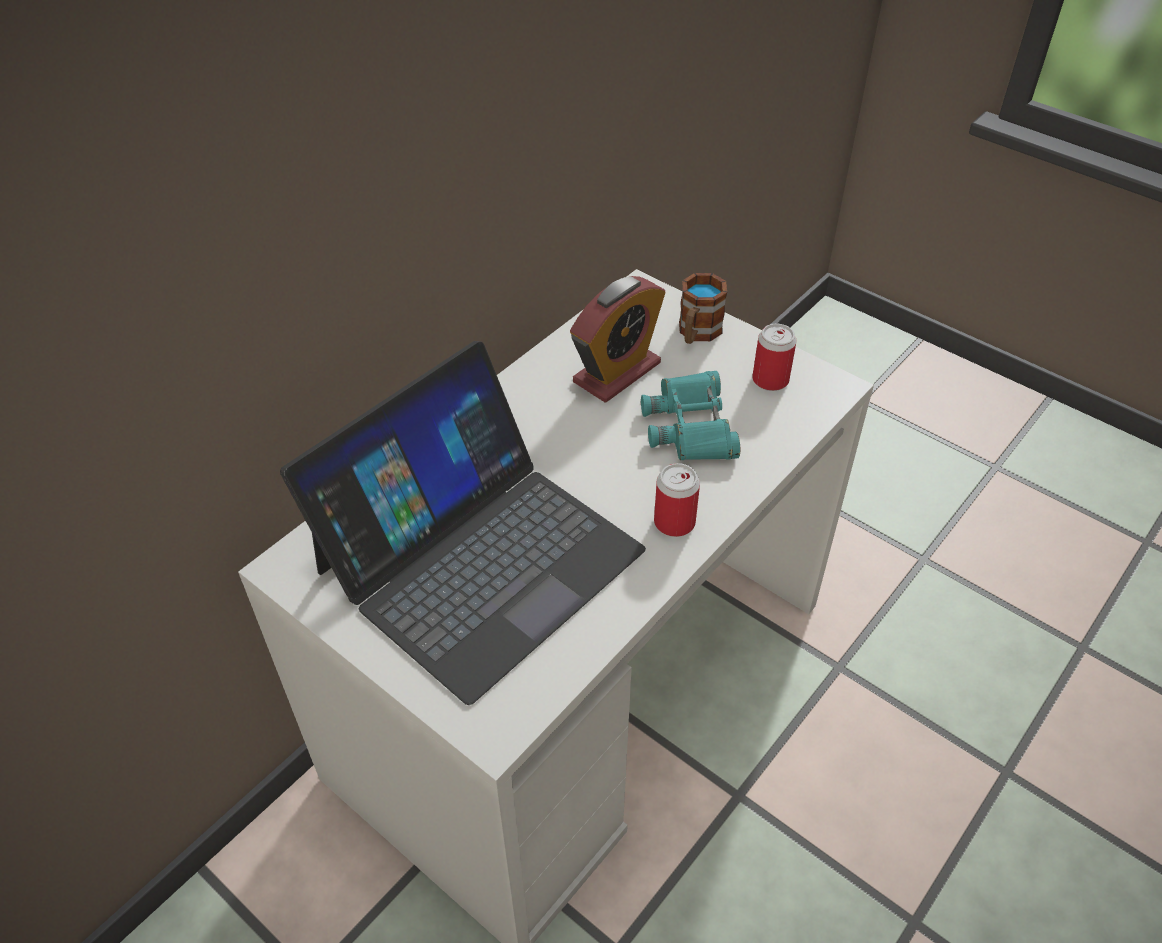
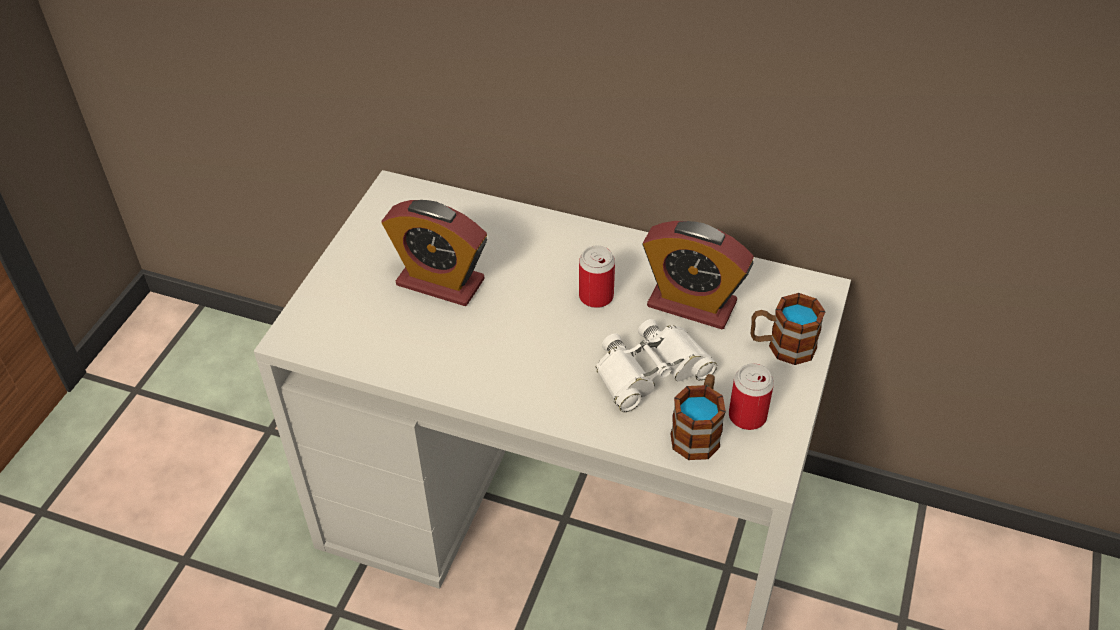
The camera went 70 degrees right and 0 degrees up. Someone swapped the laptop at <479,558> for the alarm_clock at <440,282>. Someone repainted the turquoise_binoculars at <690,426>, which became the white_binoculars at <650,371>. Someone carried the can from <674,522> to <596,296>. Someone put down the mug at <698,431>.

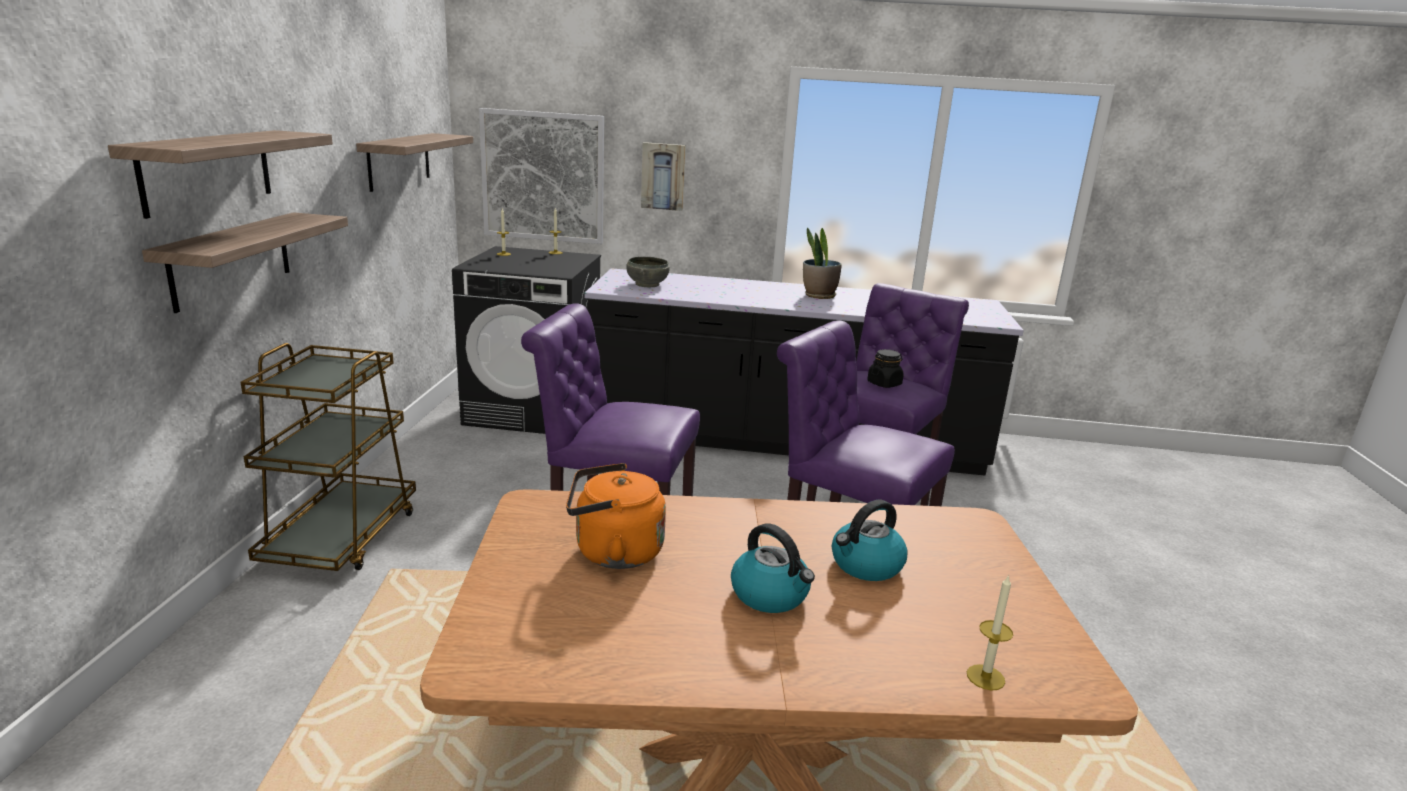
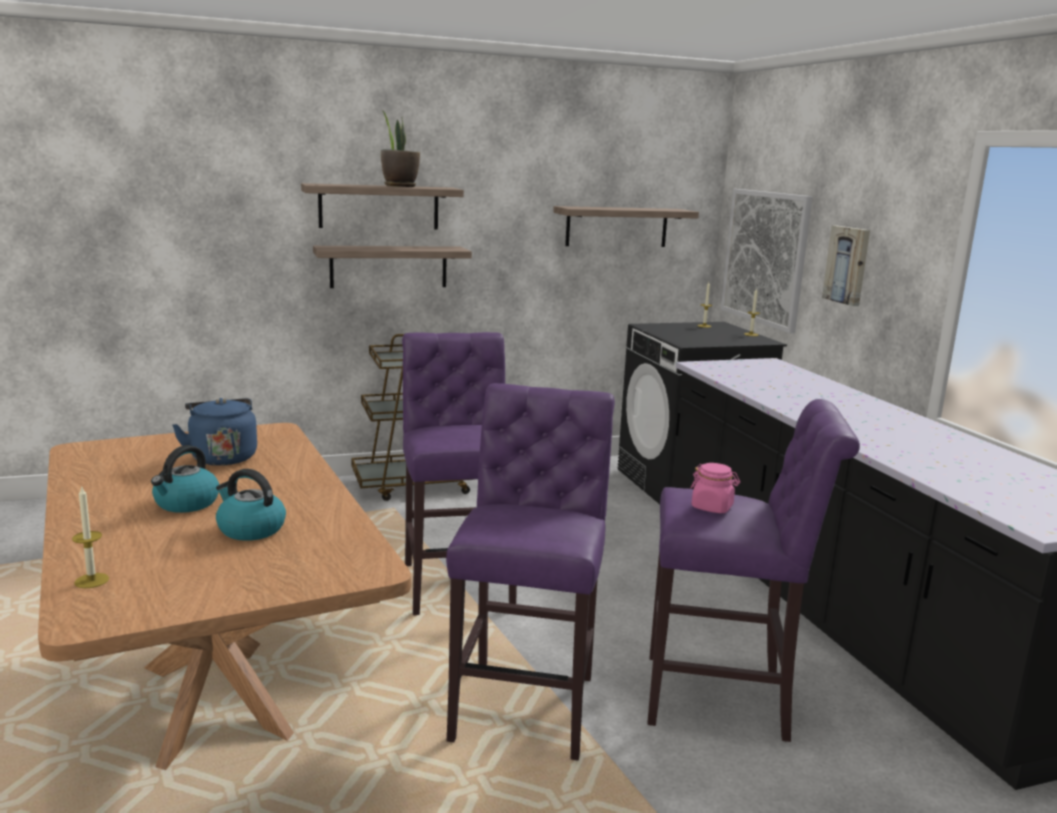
The camera went 65 degrees right and 5 degrees down. Someone carried the potted_plant from <819,296> to <399,186>. Someone took away the grey_bowl at <646,284>. Someone repainted the black_jar at <884,383>, which became the pink_jar at <712,507>. Someone repainted the orange_kettle at <613,552>, which became the blue_kettle at <222,457>.

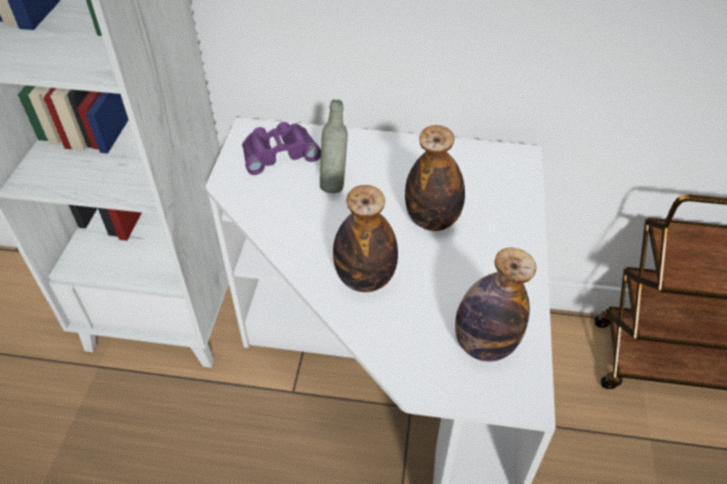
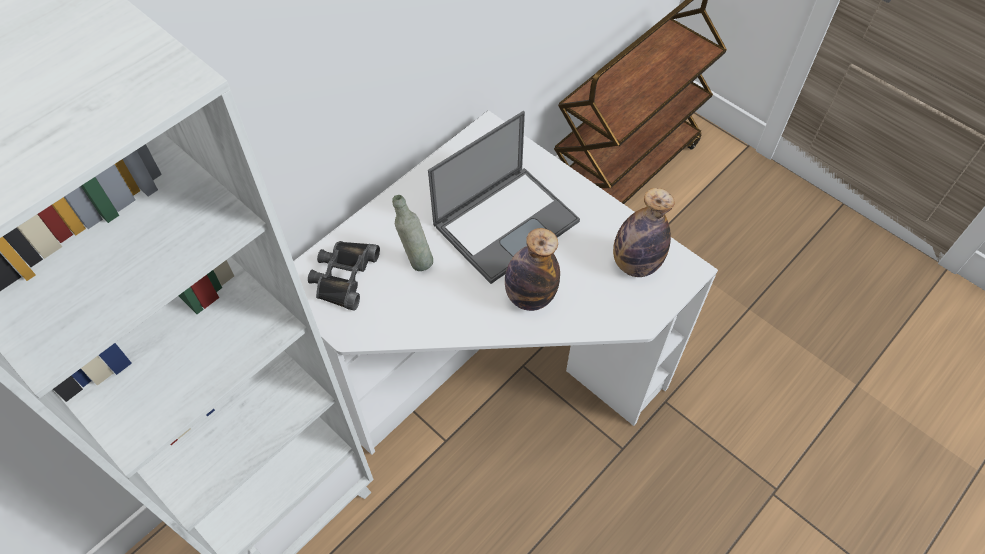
The camera went 55 degrees left and 10 degrees up. Someone repainted the purple_binoculars at <279,152>, which became the black_binoculars at <343,276>. Someone swapped the bottle at <432,220> for the laptop at <507,222>.

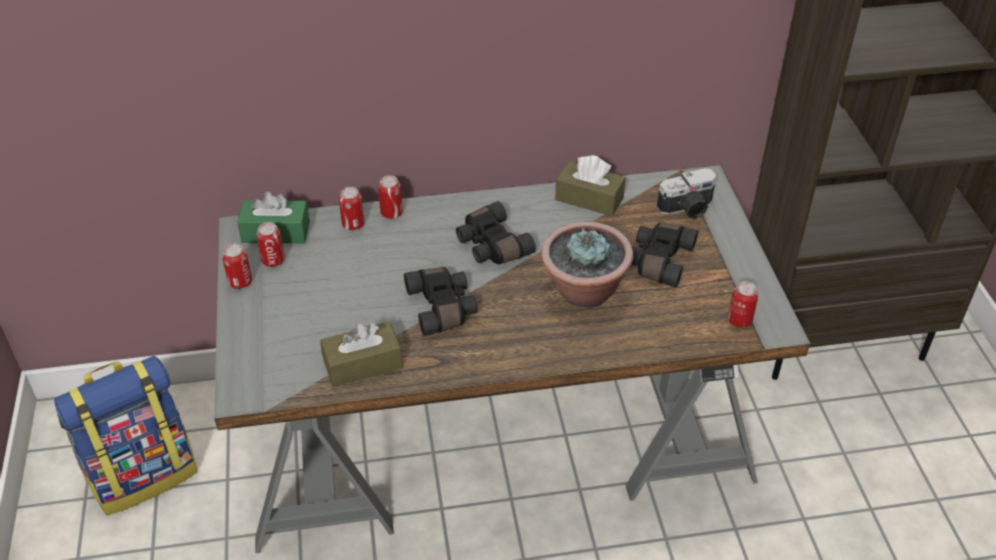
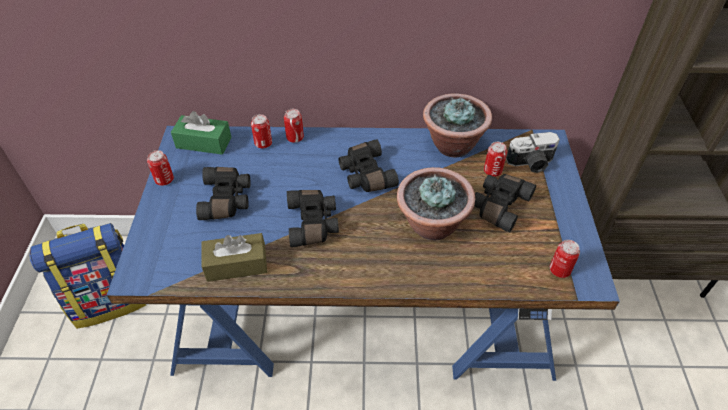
The camera went 10 degrees right and 5 degrees up. Someone swapped the brown_tissue_box at <589,199> for the potted_plant at <452,145>. Someone repainted the grey_desk at <497,438>, which became the blue_desk at <364,311>. Someone carried the can from <273,260> to <492,171>. Someone put down the black_binoculars at <227,199>.

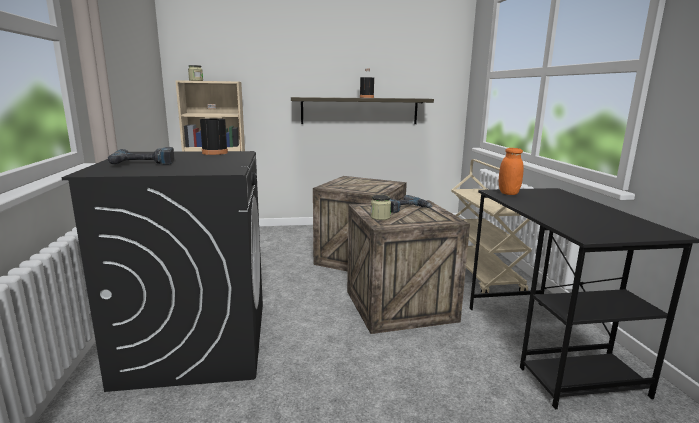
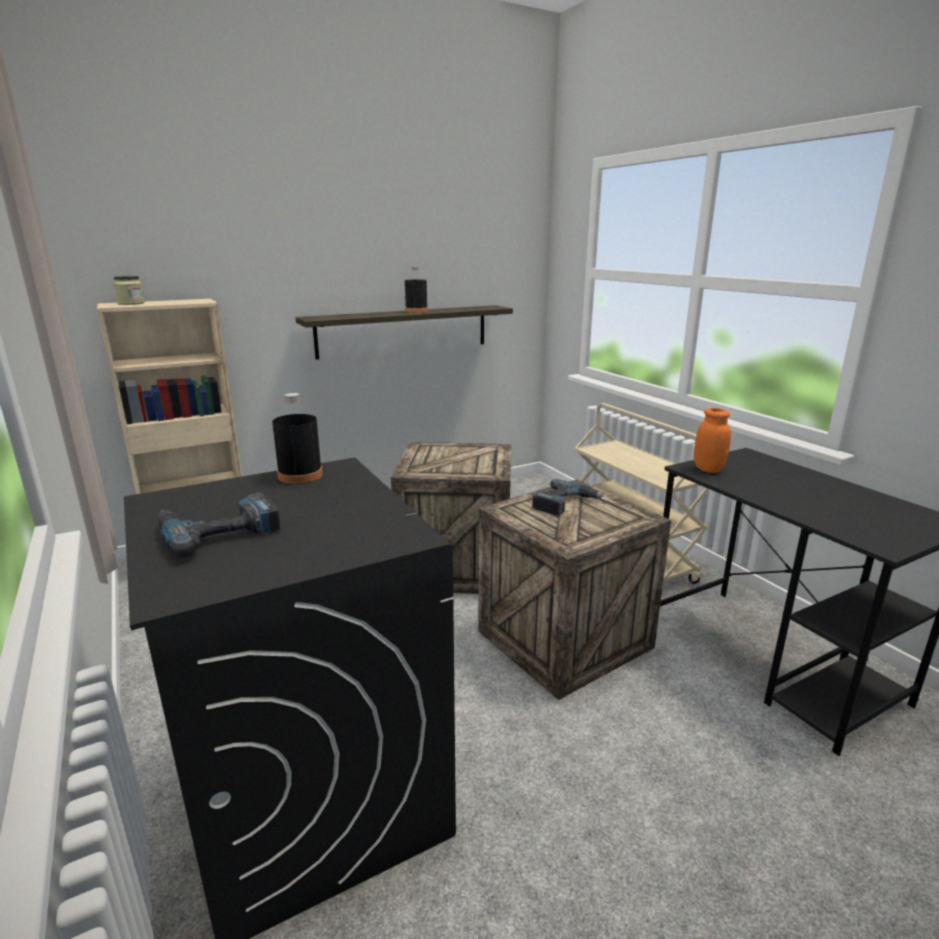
The camera went 20 degrees left and 5 degrees up. Someone took away the jar at <380,217>.

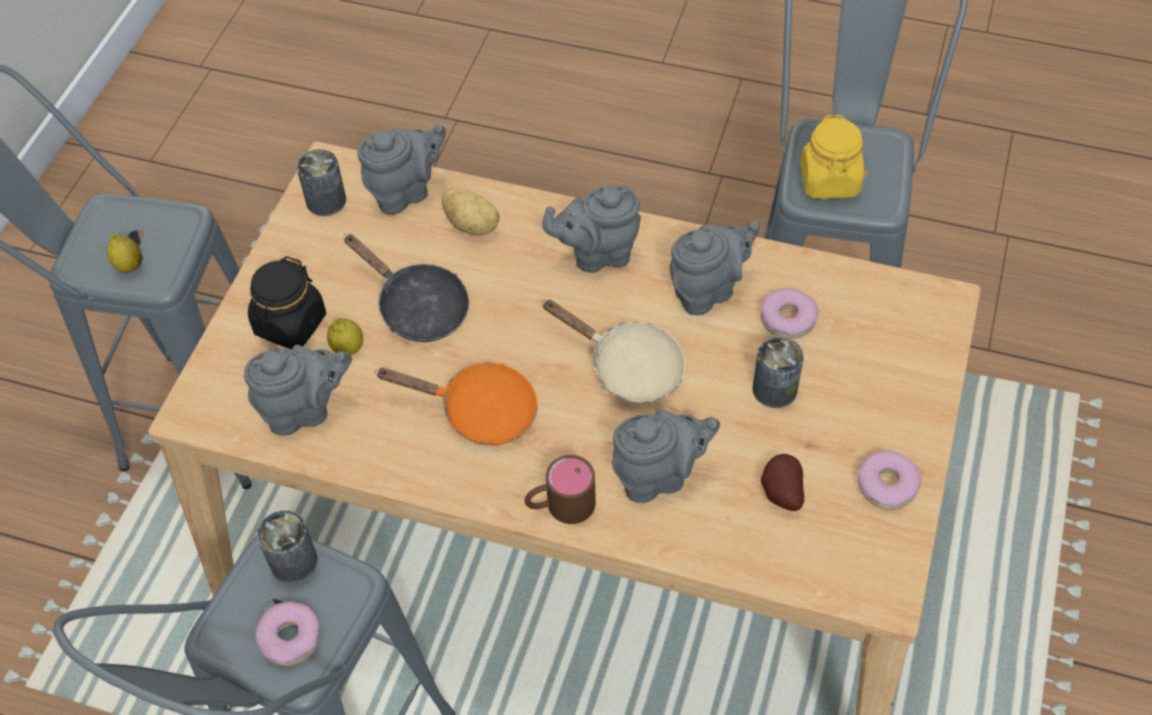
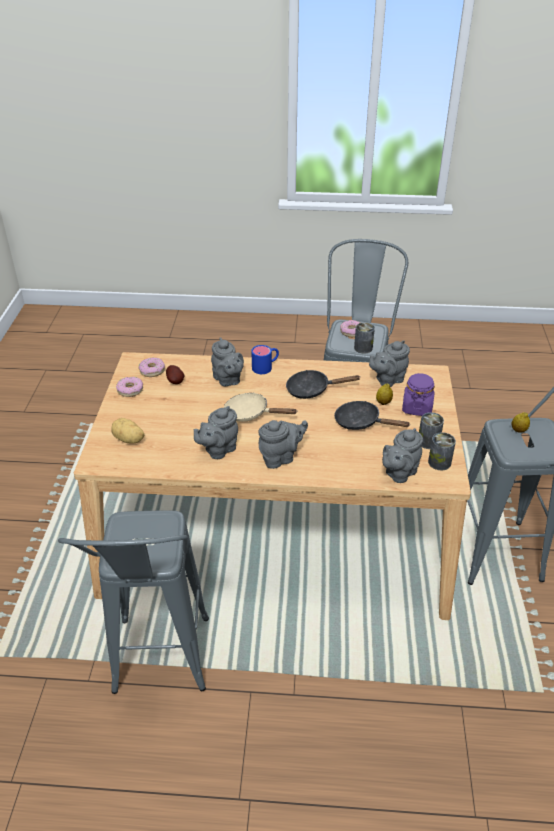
The camera went 165 degrees right and 15 degrees down. Someone took away the yellow_jar at <829,181>. Someone carried the potato from <472,224> to <128,440>. Someone repainted the black_jar at <290,324>, which became the purple_jar at <417,407>. Someone carried the donut from <788,319> to <152,371>. Someone carried the can from <774,389> to <428,441>. Someone repainted the orange_frying_pan at <479,411>, which became the black_frying_pan at <312,390>. Someone rotated the grey_teapot at <658,476> by 90 degrees counterclockwise. Someone repainted the brown_mug at <560,506>, which became the blue_mug at <266,367>.

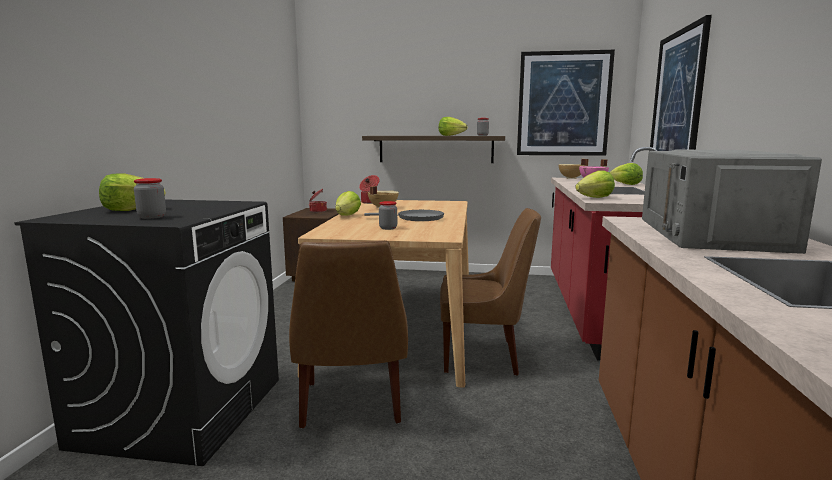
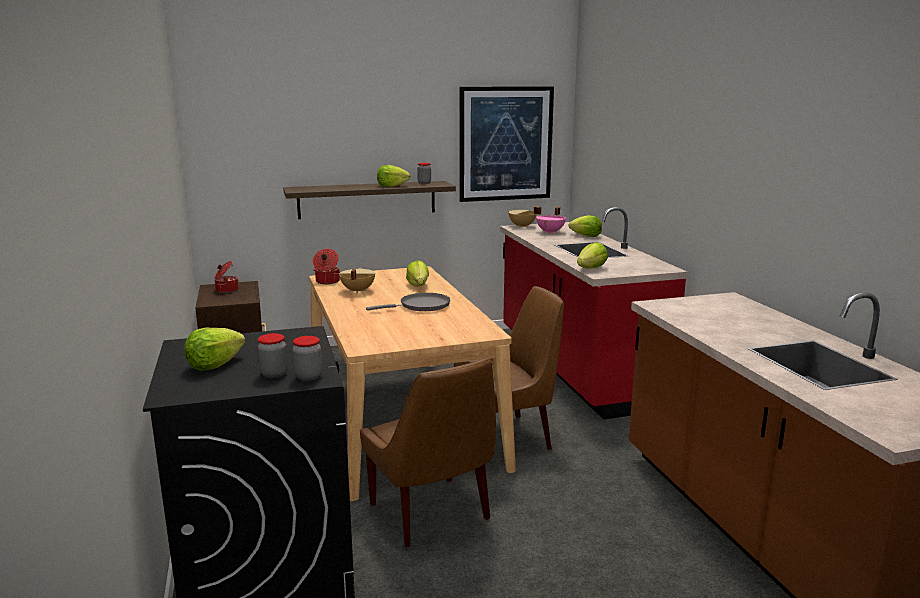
The camera went 25 degrees left and 5 degrees up. Someone took away the picture at <677,102>. Someone took away the grey_microwave at <711,233>. Someone carried the lettuce from <347,215> to <418,286>. Someone carried the jar from <388,228> to <308,377>.

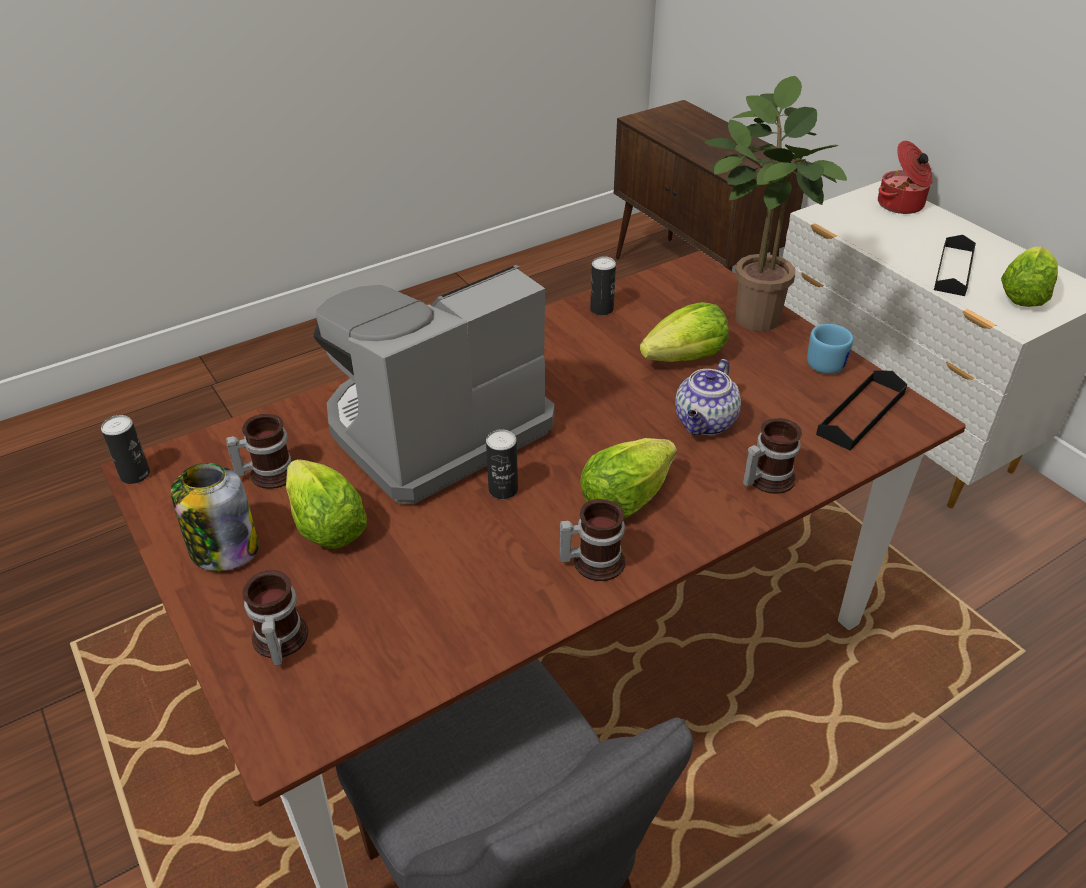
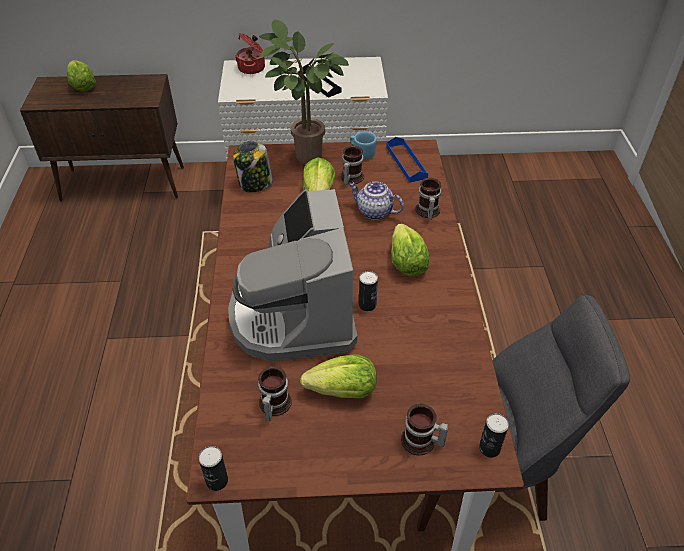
The camera went 60 degrees left and 5 degrees up. Someone carried the lettuce from <1023,296> to <82,86>. Someone carried the can from <601,309> to <489,448>. Someone rotated the teapot at <705,423> by 150 degrees clockwise. Someone repainted the black_tray at <861,413>, which became the blue_tray at <406,162>. Someone carried the jar from <223,549> to <255,184>. Someone carried the mug from <593,561> to <350,178>.

